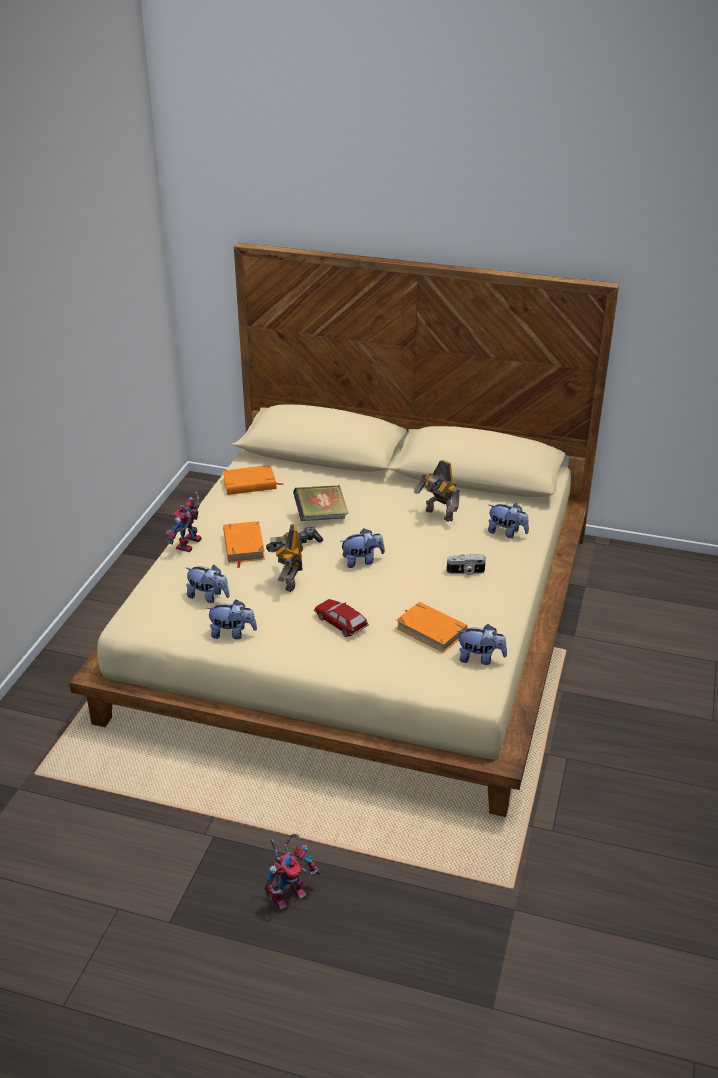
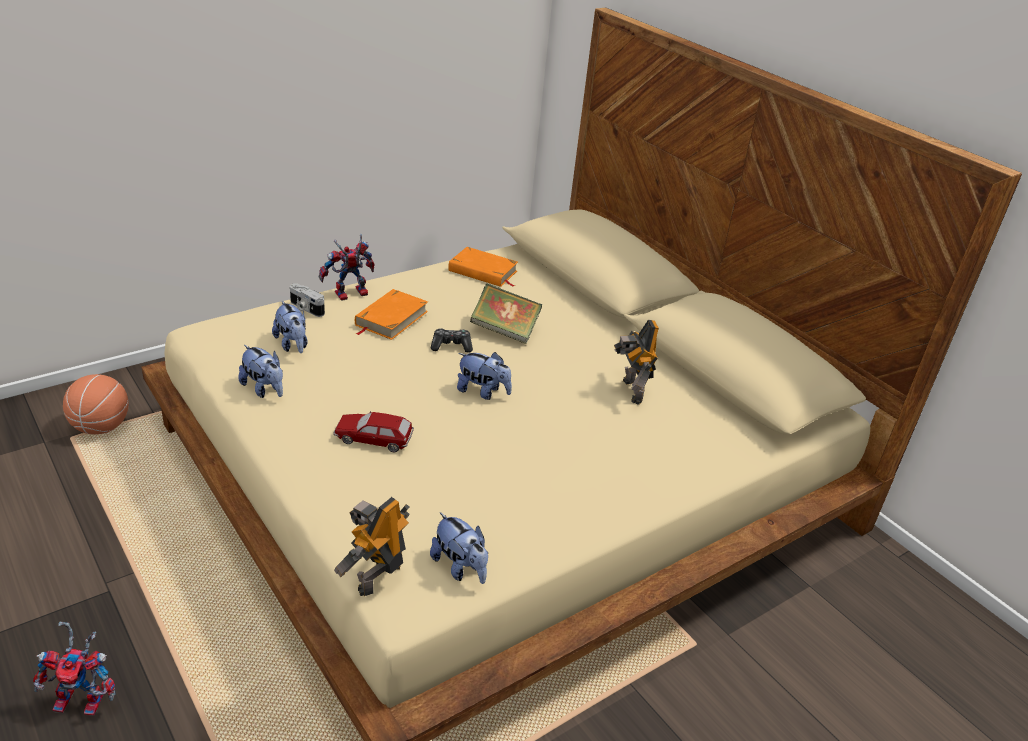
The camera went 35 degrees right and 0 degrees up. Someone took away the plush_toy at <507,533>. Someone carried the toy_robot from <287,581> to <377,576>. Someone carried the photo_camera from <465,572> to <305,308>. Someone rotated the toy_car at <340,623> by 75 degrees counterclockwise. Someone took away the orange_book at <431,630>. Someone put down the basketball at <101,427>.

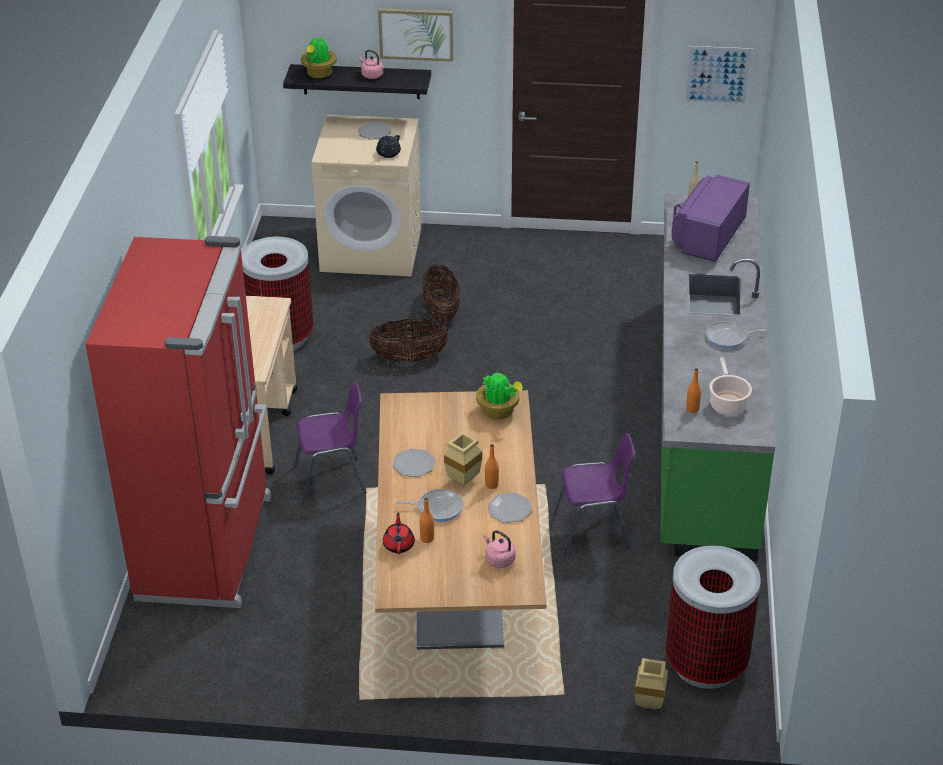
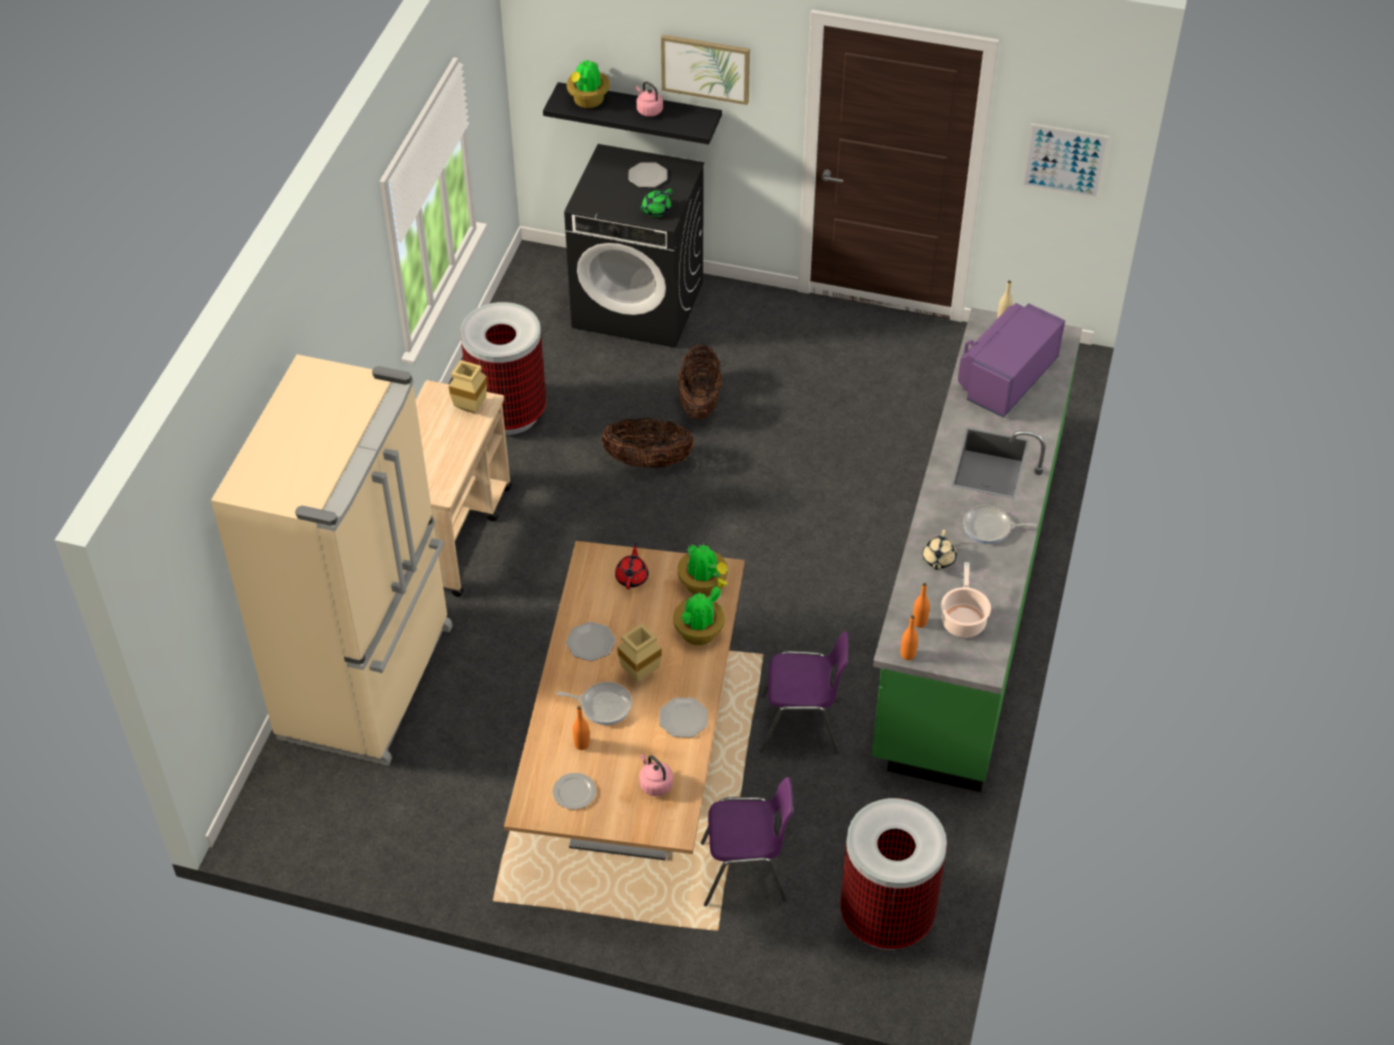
The camera went 10 degrees right and 10 degrees up. Someone repainted the beige_washing_machine at <372,249>, which became the black_washing_machine at <639,304>. Someone repainted the black_teapot at <388,153>, which became the green_teapot at <655,210>. Someone repainted the red_fridge at <208,547>, which became the beige_fridge at <370,681>. Someone carried the purple_chair from <332,480> to <746,873>. Someone carried the orange_bottle from <491,485> to <907,655>. Someone carried the red_teapot from <399,544> to <632,577>. Someone carried the beige_vase from <647,705> to <468,408>. Someone put down the beige_teapot at <938,560>. Someone put down the potted_plant at <700,631>. Someone put down the plate at <574,792>.

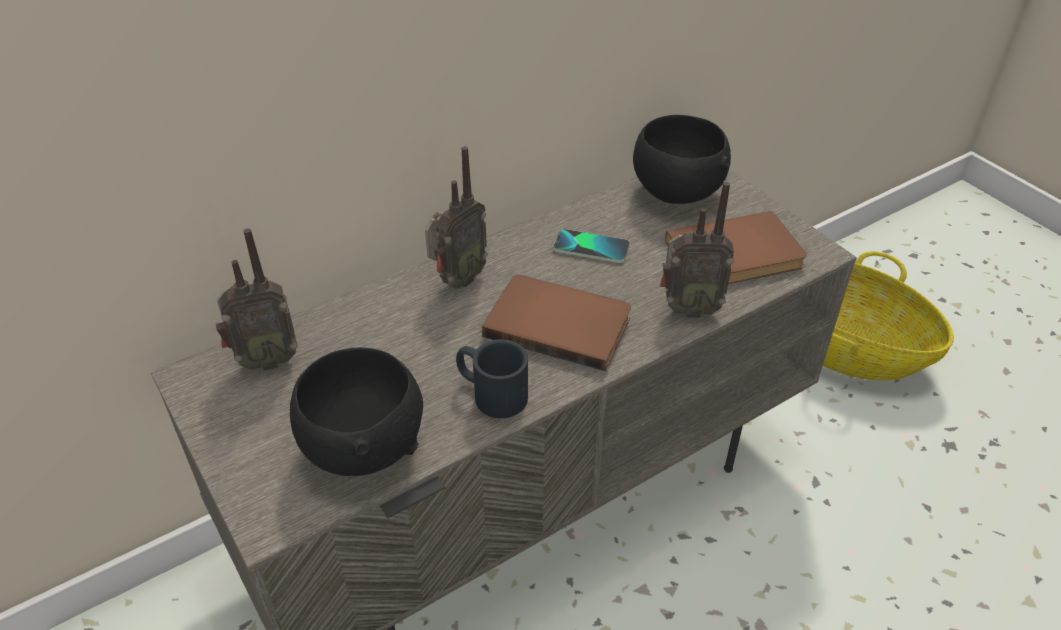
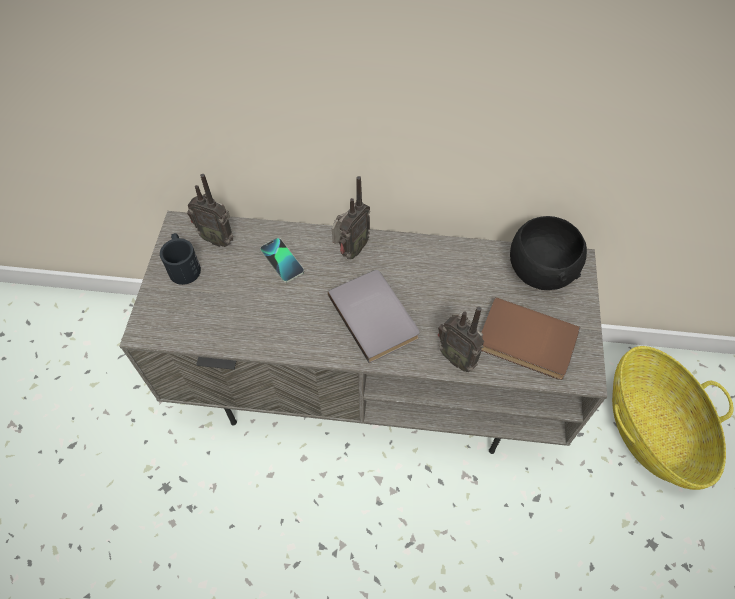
The camera went 40 degrees right and 15 degrees up. Someone rotated the radio at <457,280> by 45 degrees counterclockwise. Someone carried the phone from <591,247> to <282,260>. Someone repainted the brown_book at <559,323>, which became the grey_book at <376,315>. Someone carried the black_mug from <491,393> to <183,265>. Someone took away the black_bowl at <364,445>.

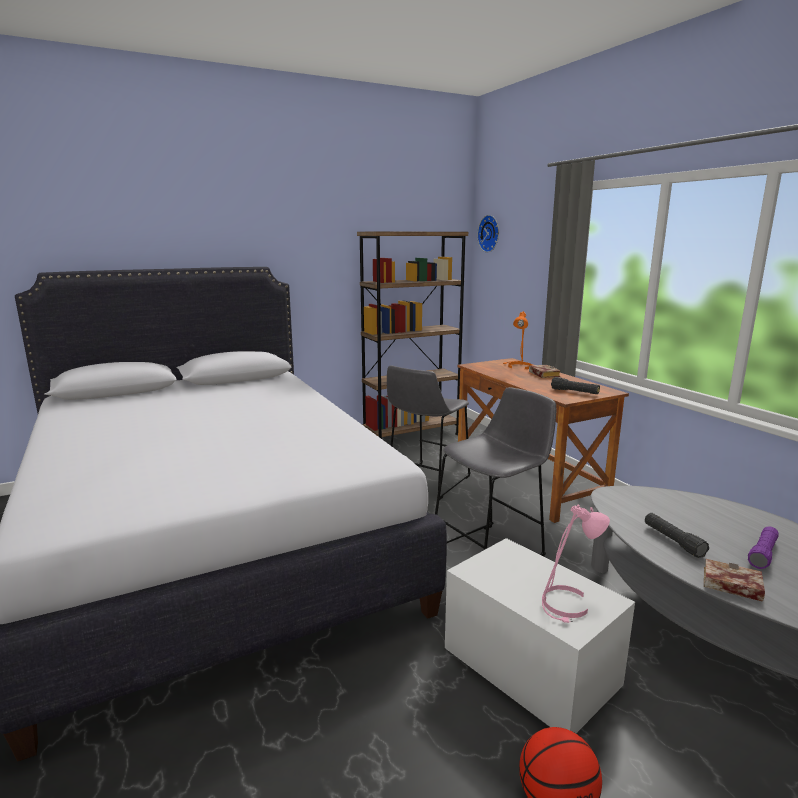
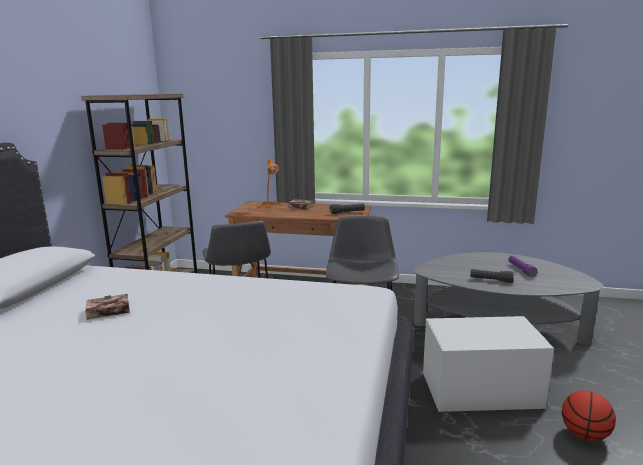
The camera went 50 degrees left and 0 degrees up. Someone took away the wall_clock at <490,233>. Someone took away the pink_table_lamp at <566,605>. Someone carried the book from <729,585> to <106,311>.

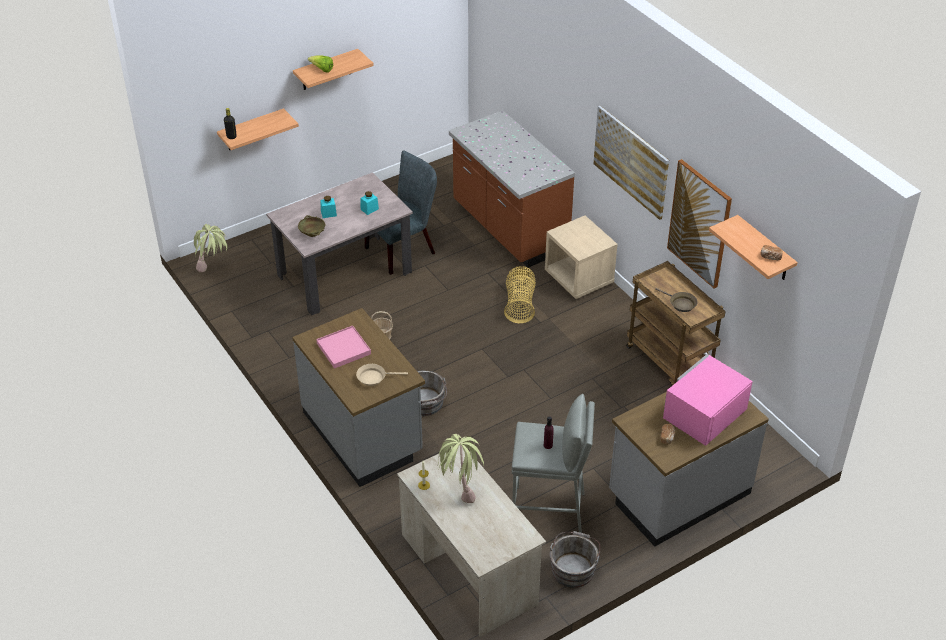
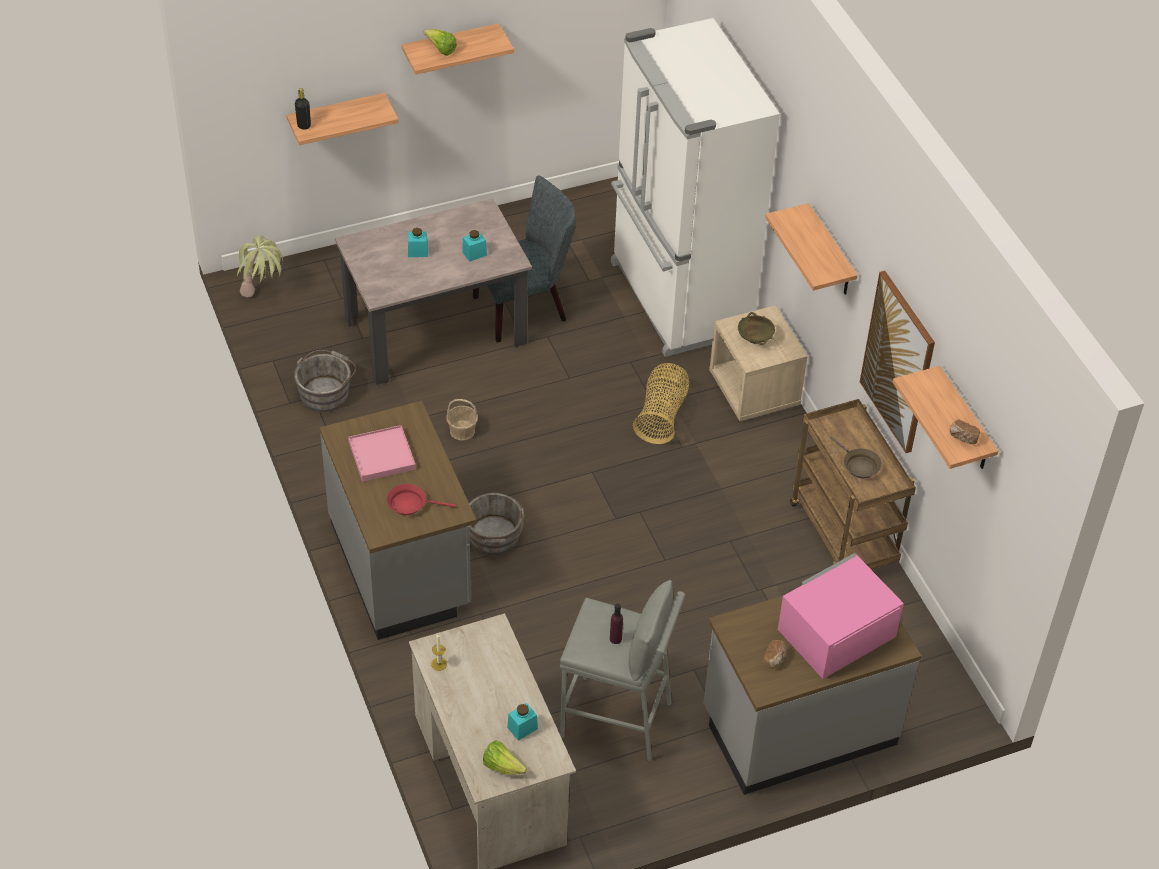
The camera went 10 degrees right and 5 degrees up. Someone swapped the picture at <631,161> for the shelf at <830,253>. Someone swapped the brown_counter at <508,228> for the white_fridge at <678,299>. Someone carried the beige_bowl from <312,233> to <755,338>. Someone repainted the beige_frying_pan at <374,377>, which became the red_frying_pan at <410,504>. Someone took away the potted_plant at <459,489>. Someone carried the grey_bucket from <573,568> to <326,392>. Someone put down the turquoise_jar at <522,728>. Someone put down the lettuce at <502,766>.

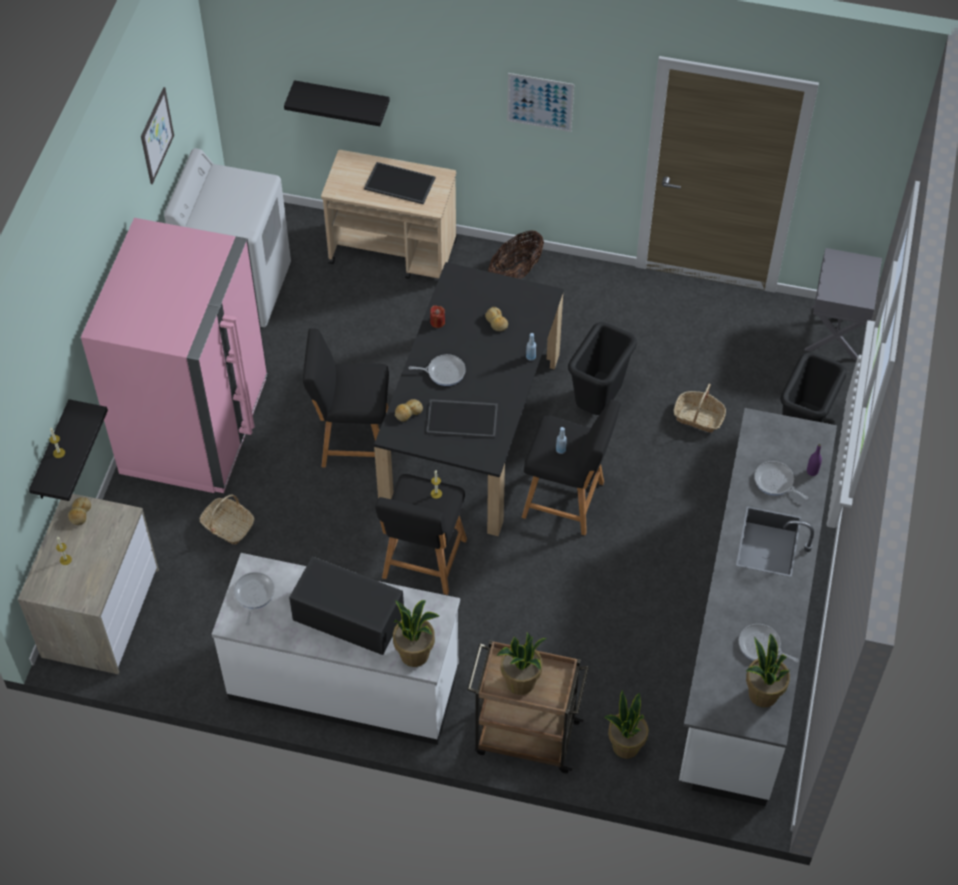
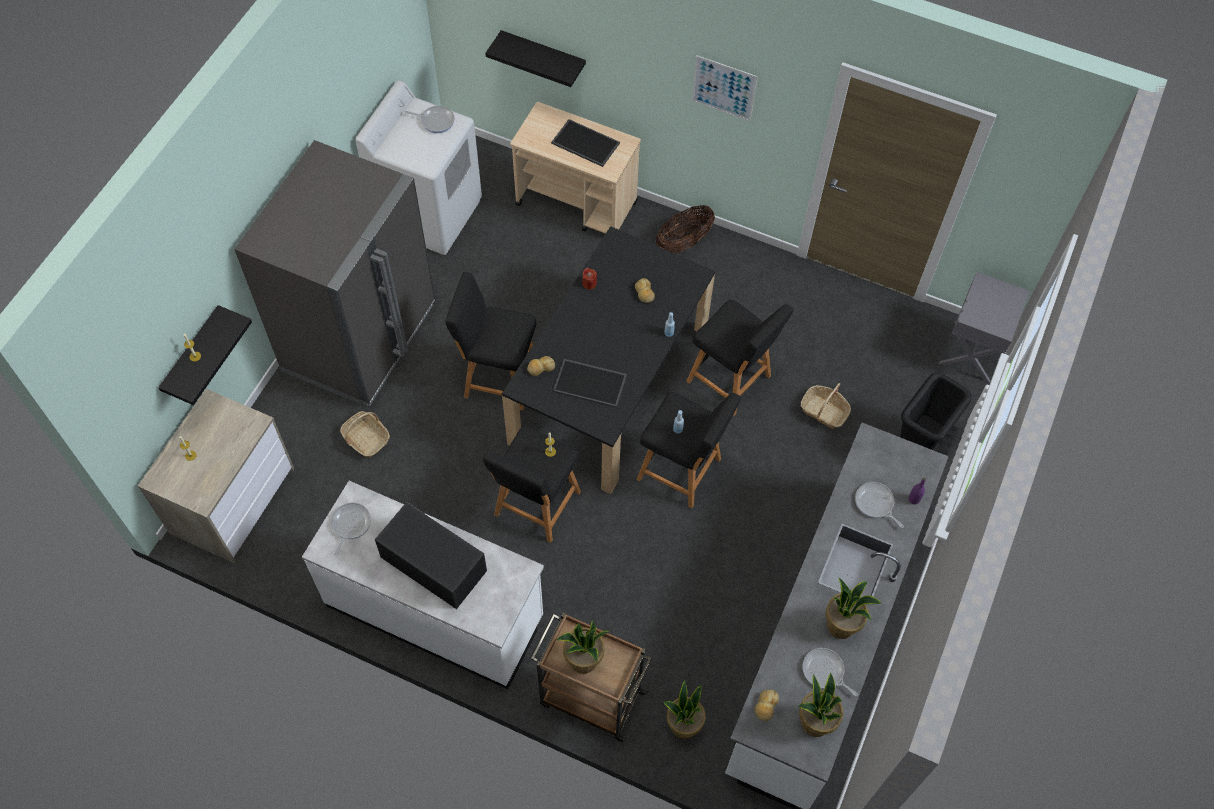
The camera went 10 degrees right and 5 degrees up. Someone took away the picture at <157,135>. Someone repainted the pink_fridge at <196,426>, which became the grey_fridge at <360,338>. Someone swapped the black_trash_can at <597,403> for the black_stool at <732,381>. Someone carried the frying_pan from <444,372> to <435,121>. Someone carried the bread from <80,514> to <765,706>. Someone carried the potted_plant from <415,653> to <841,625>.

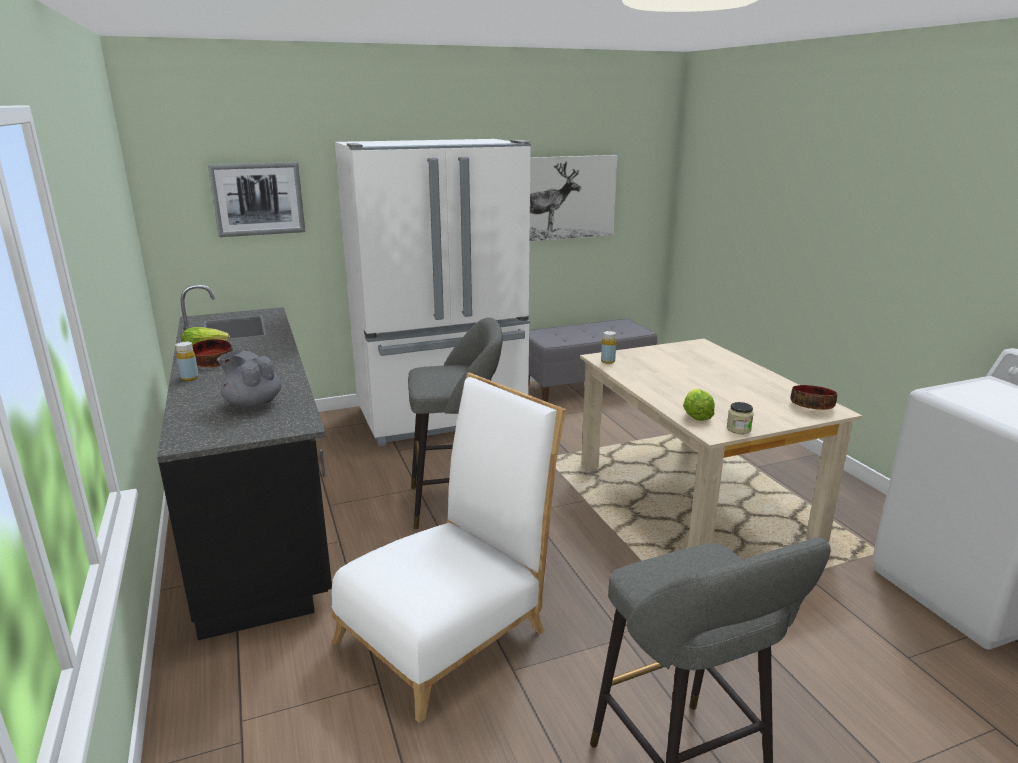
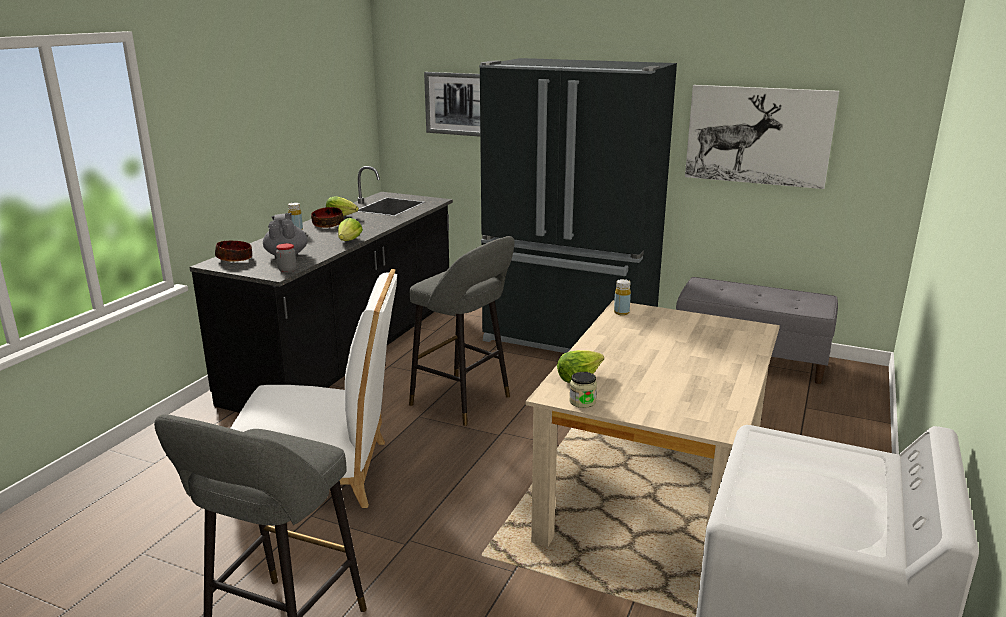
The camera went 45 degrees right and 0 degrees up. Someone repainted the white_fridge at <443,416>, which became the black_fridge at <569,337>. Someone carried the bowl from <812,406> to <235,259>. Someone put down the lettuce at <349,241>. Someone put down the jar at <287,270>.

